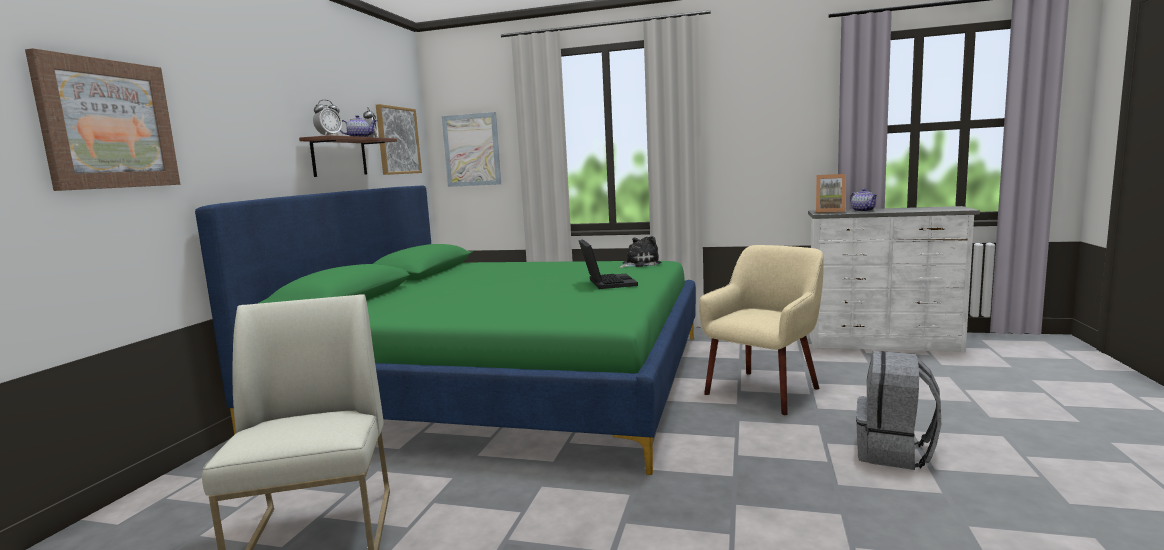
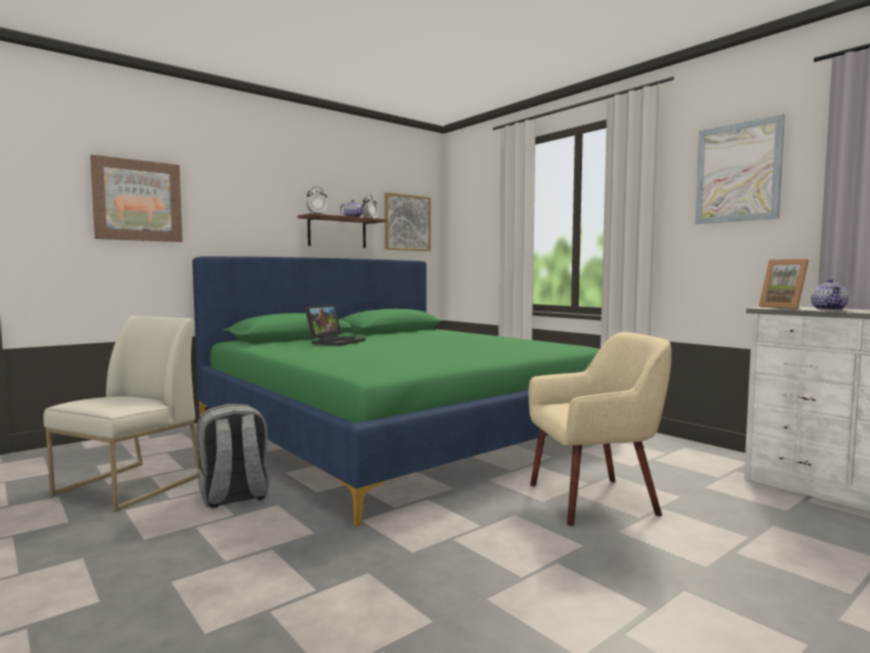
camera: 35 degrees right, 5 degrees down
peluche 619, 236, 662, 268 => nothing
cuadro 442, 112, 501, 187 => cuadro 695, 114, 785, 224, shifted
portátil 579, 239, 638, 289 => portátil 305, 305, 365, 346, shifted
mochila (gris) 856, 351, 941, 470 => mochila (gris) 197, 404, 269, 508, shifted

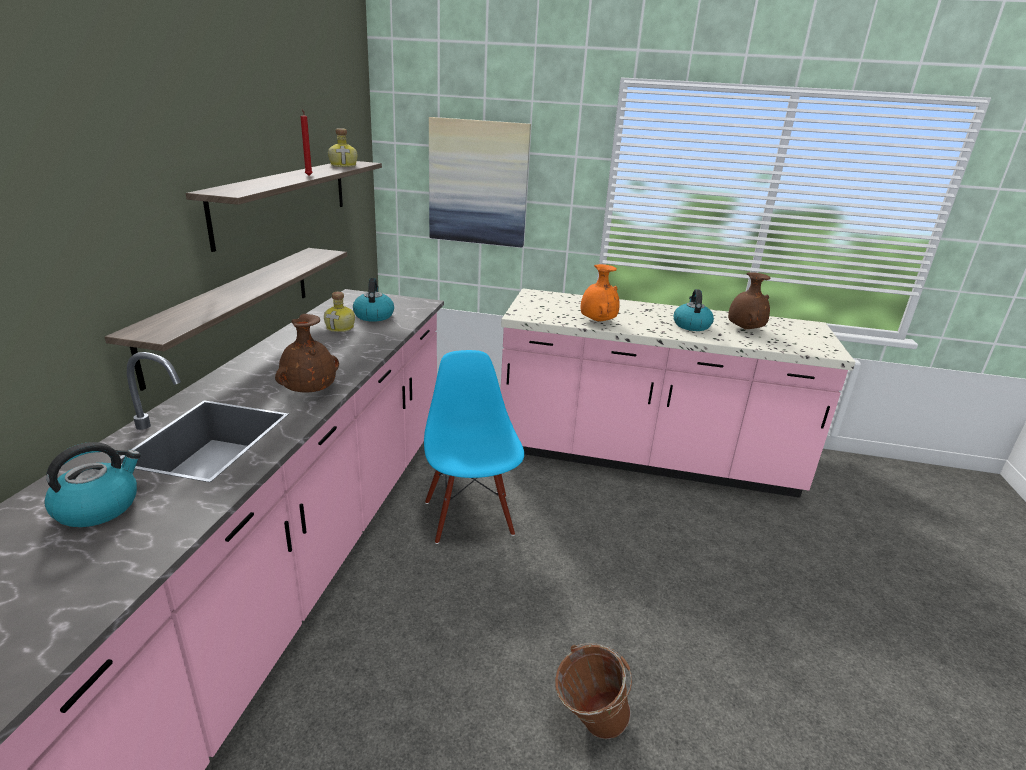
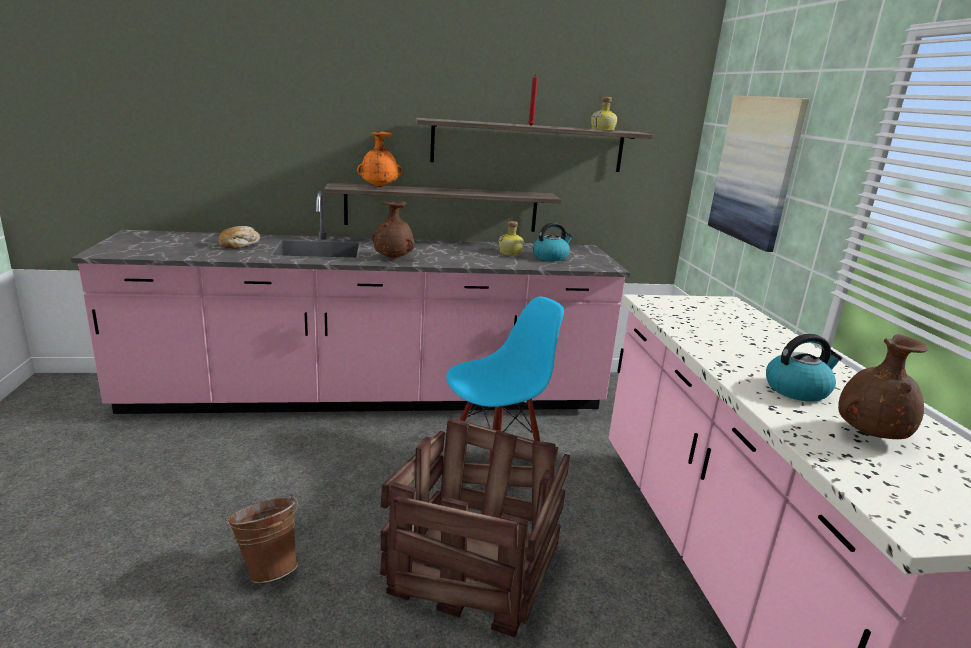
camera: 70 degrees right, 5 degrees down
nothing => caja de embalaje 380, 418, 570, 637
florero (naranja) 581, 264, 620, 322 => florero (naranja) 357, 132, 402, 187, shifted
hervidor 44, 442, 141, 527 => pan 218, 226, 260, 248

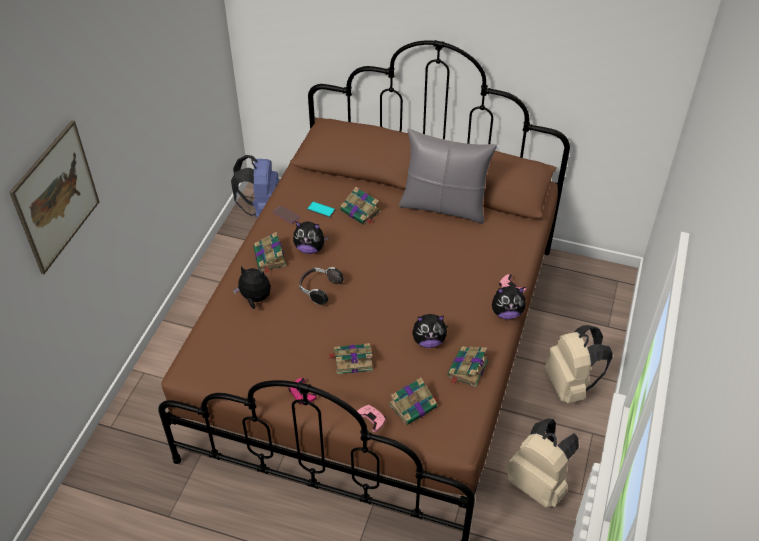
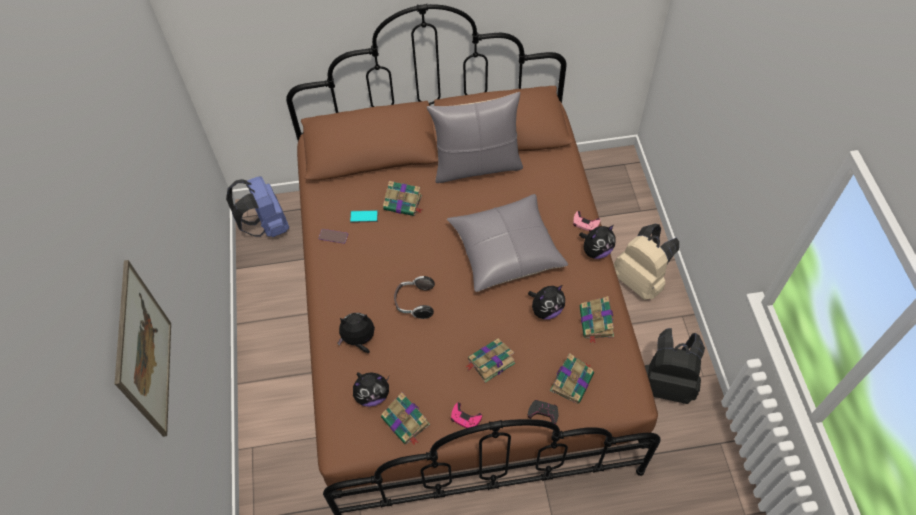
camera: 25 degrees left, 10 degrees up
nothing => cojín (gris) 447, 194, 568, 292
libro 253, 232, 286, 274 => libro 381, 392, 430, 446, shifted
peluche 293, 221, 329, 254 => peluche 353, 372, 389, 407, shifted
mando de consola (rosa) 357, 405, 386, 432 => mando de consola (negro) 528, 400, 558, 424
mochila (beis) 506, 418, 579, 508 => mochila (negro) 645, 328, 705, 404

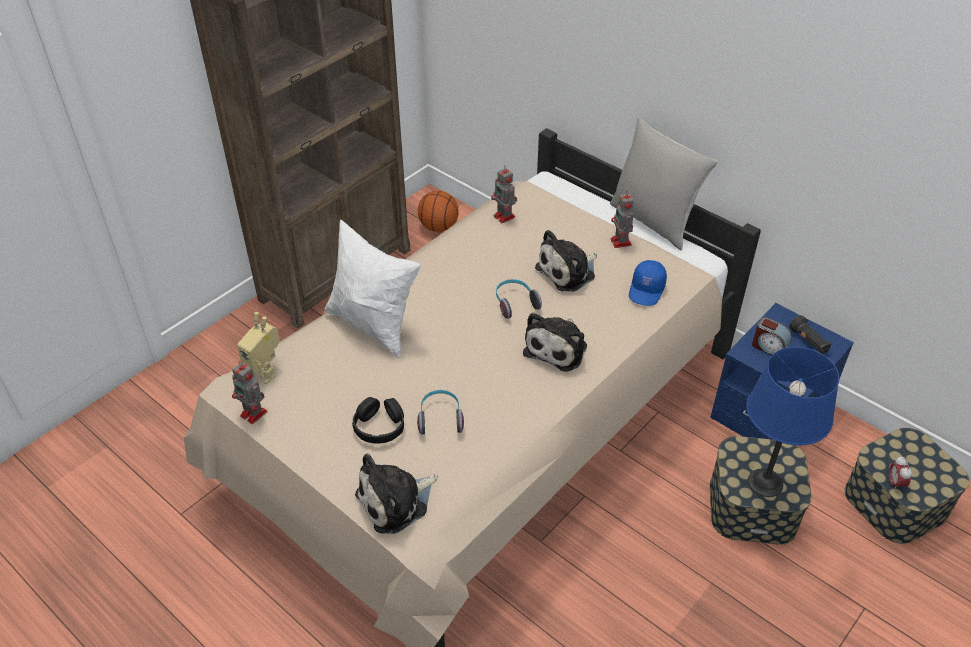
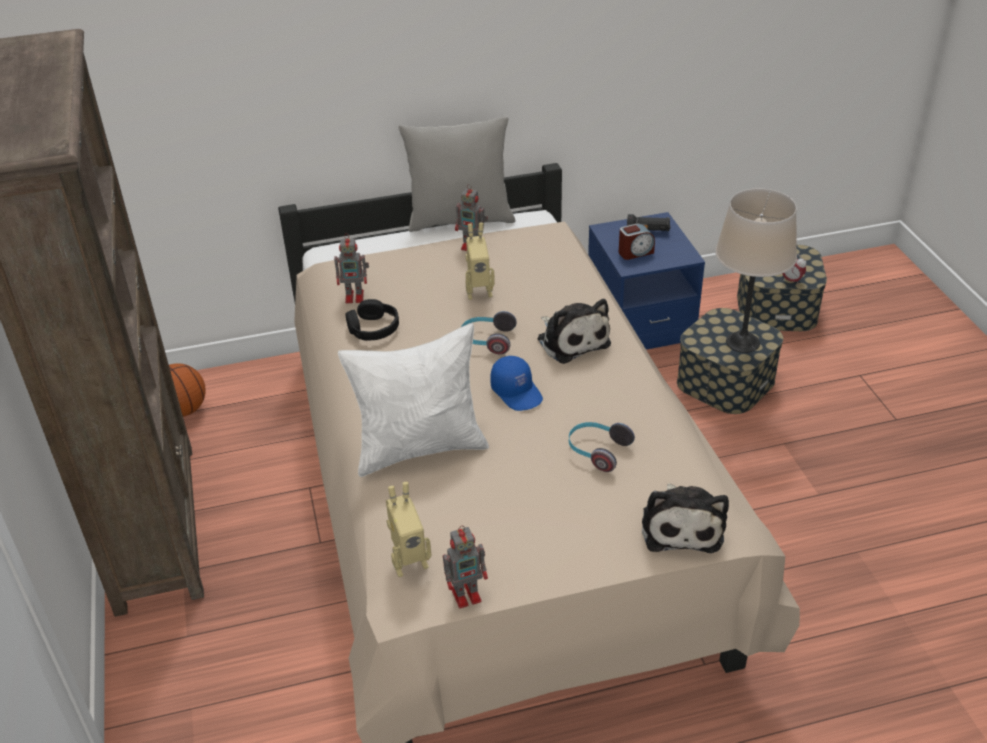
camera: 55 degrees left, 5 degrees down
auriculares (negro) 352, 397, 404, 443 => auriculares (negro) 345, 299, 399, 341, shifted
gorra (azul) 629, 260, 667, 306 => gorra (azul) 490, 356, 543, 411, shifted
peluche 535, 230, 597, 292 => robot de juguete 465, 223, 495, 300
lámpara de mesa (azul) 747, 347, 839, 497 => lámpara de mesa (beis) 715, 189, 797, 353

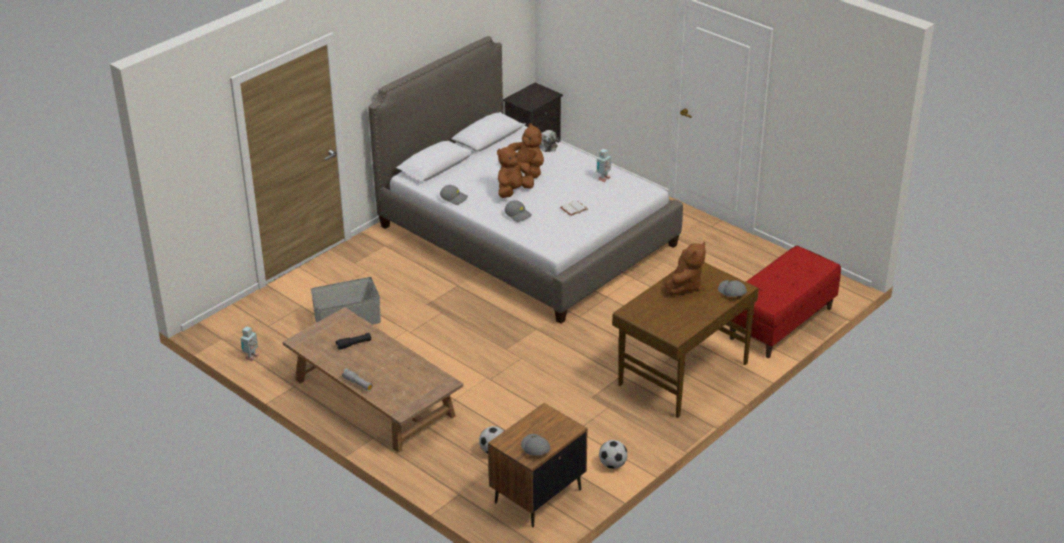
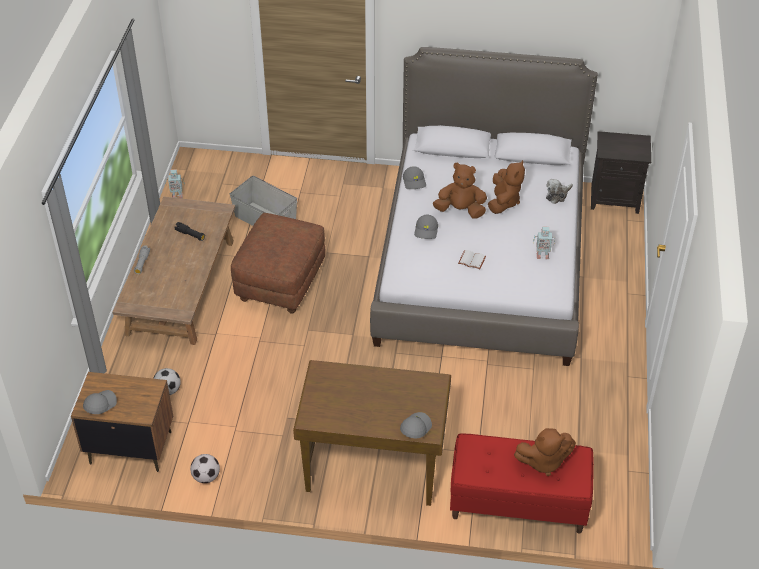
camera: 55 degrees right, 10 degrees up
nothing => puf (marrón) 231, 213, 325, 314
peluche (marrón) 665, 242, 706, 295 => peluche (marrón) 514, 428, 576, 476, shifted

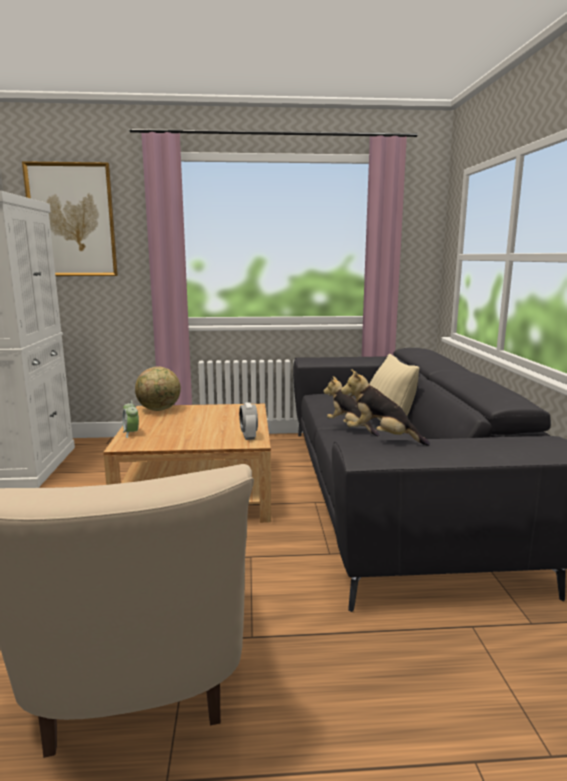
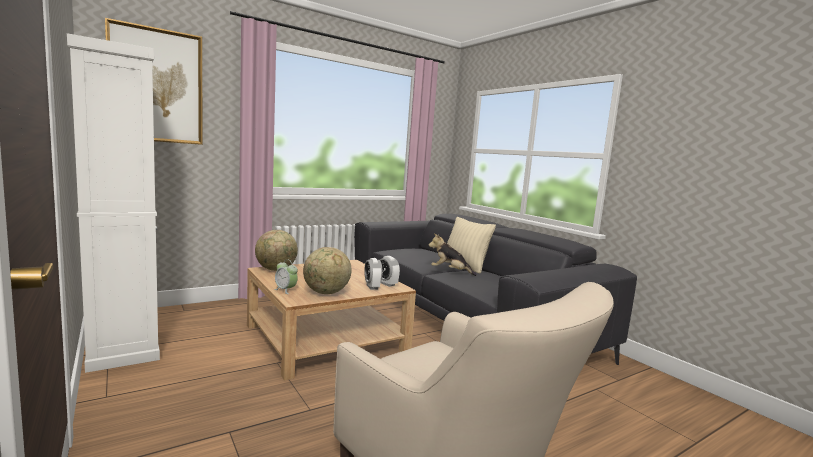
camera: 30 degrees left, 5 degrees down
peluche 341, 369, 430, 446 => nothing
nothing => globo terráqueo 303, 247, 351, 294
nothing => despertador 364, 258, 383, 290

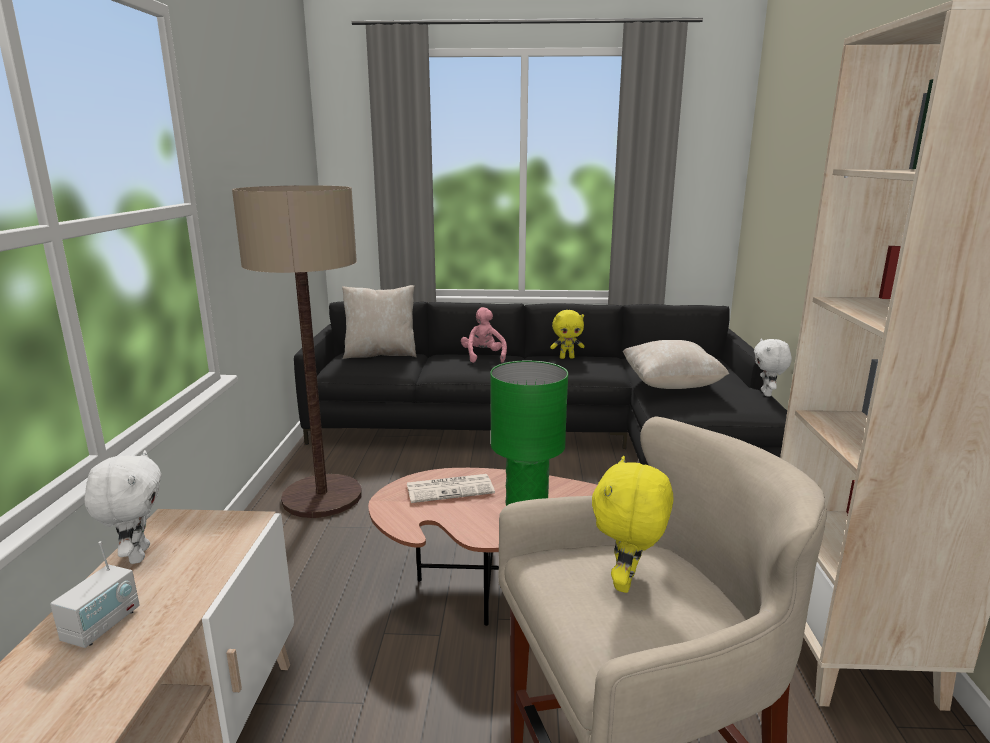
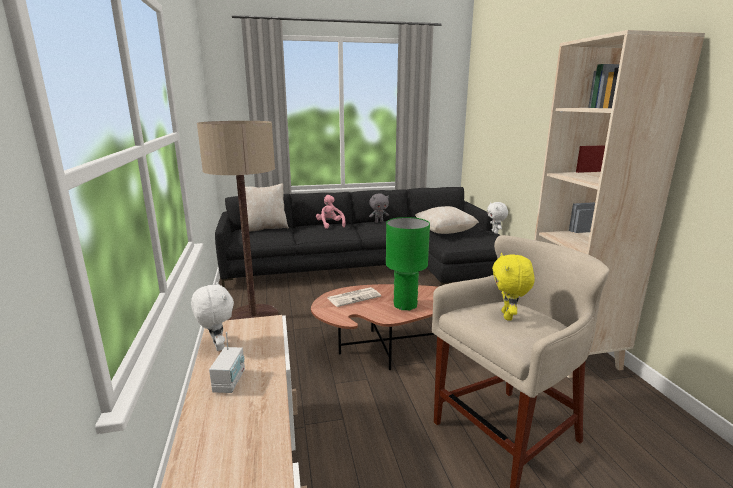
camera: 15 degrees left, 0 degrees up
peluche (amarillo) 550, 310, 584, 359 => peluche (gris) 369, 193, 389, 223

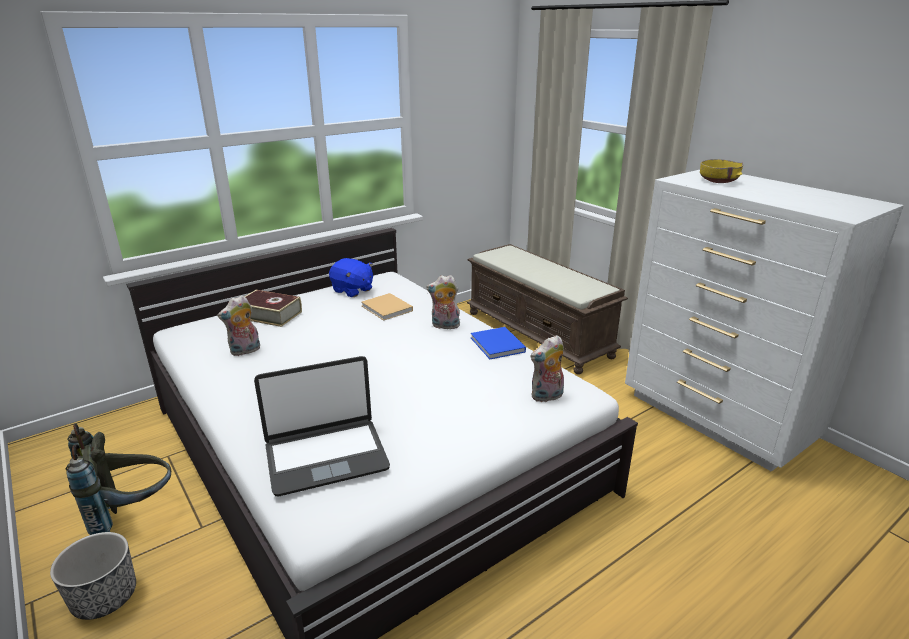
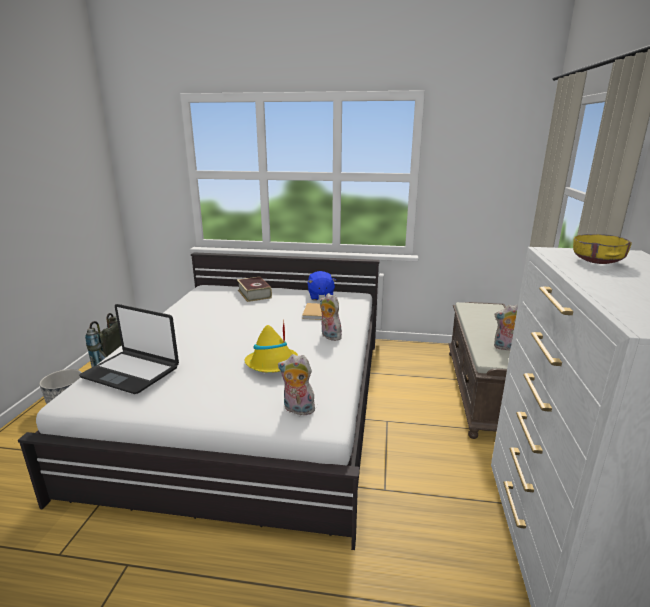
camera: 45 degrees right, 5 degrees down
libro (azul) 471, 327, 526, 359 => nothing
nothing => sombrero (amarillo) 244, 319, 298, 373
peluche 218, 295, 260, 356 => peluche 494, 305, 518, 351, shifted

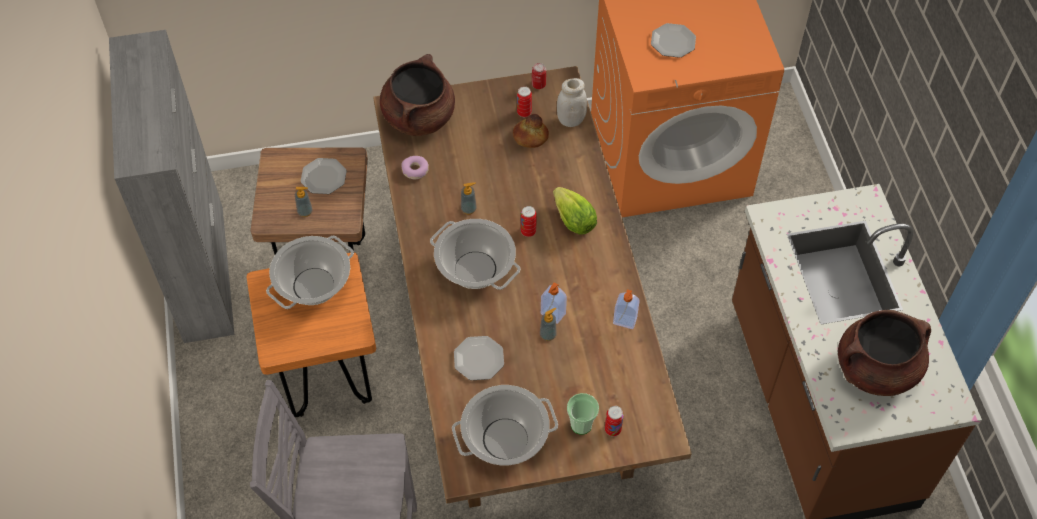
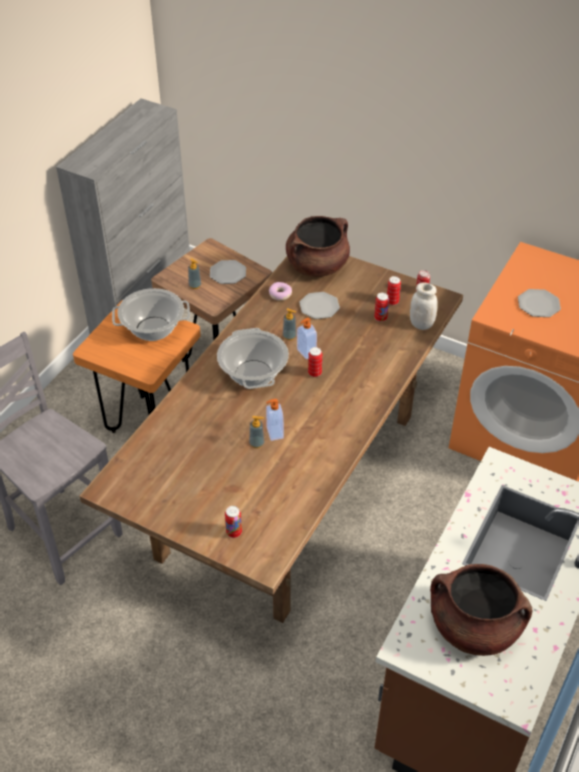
camera: 40 degrees right, 10 degrees down
olla 452, 385, 558, 465 => nothing
lechuga 553, 187, 597, 235 => nothing
taza 567, 393, 599, 435 => nothing
plato 454, 336, 504, 380 => plato 299, 292, 340, 319, shifted
dispensador de jabón 613, 290, 640, 329 => dispensador de jabón 297, 318, 317, 359, shifted
pan 513, 114, 549, 148 => lata 374, 292, 389, 322

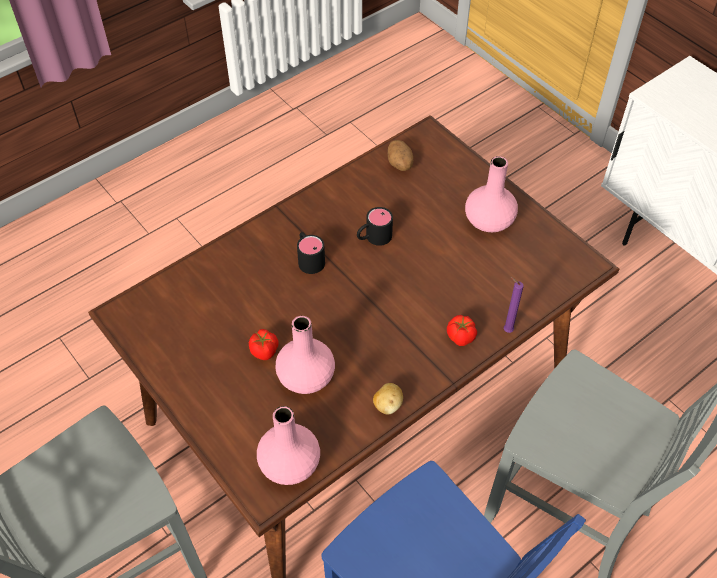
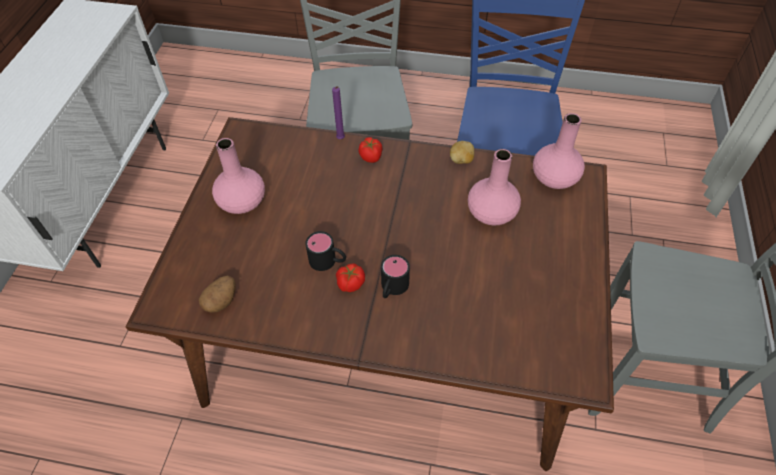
camera: 130 degrees left, 0 degrees up
tomate 249, 329, 279, 360 => tomate 336, 263, 365, 292, shifted

